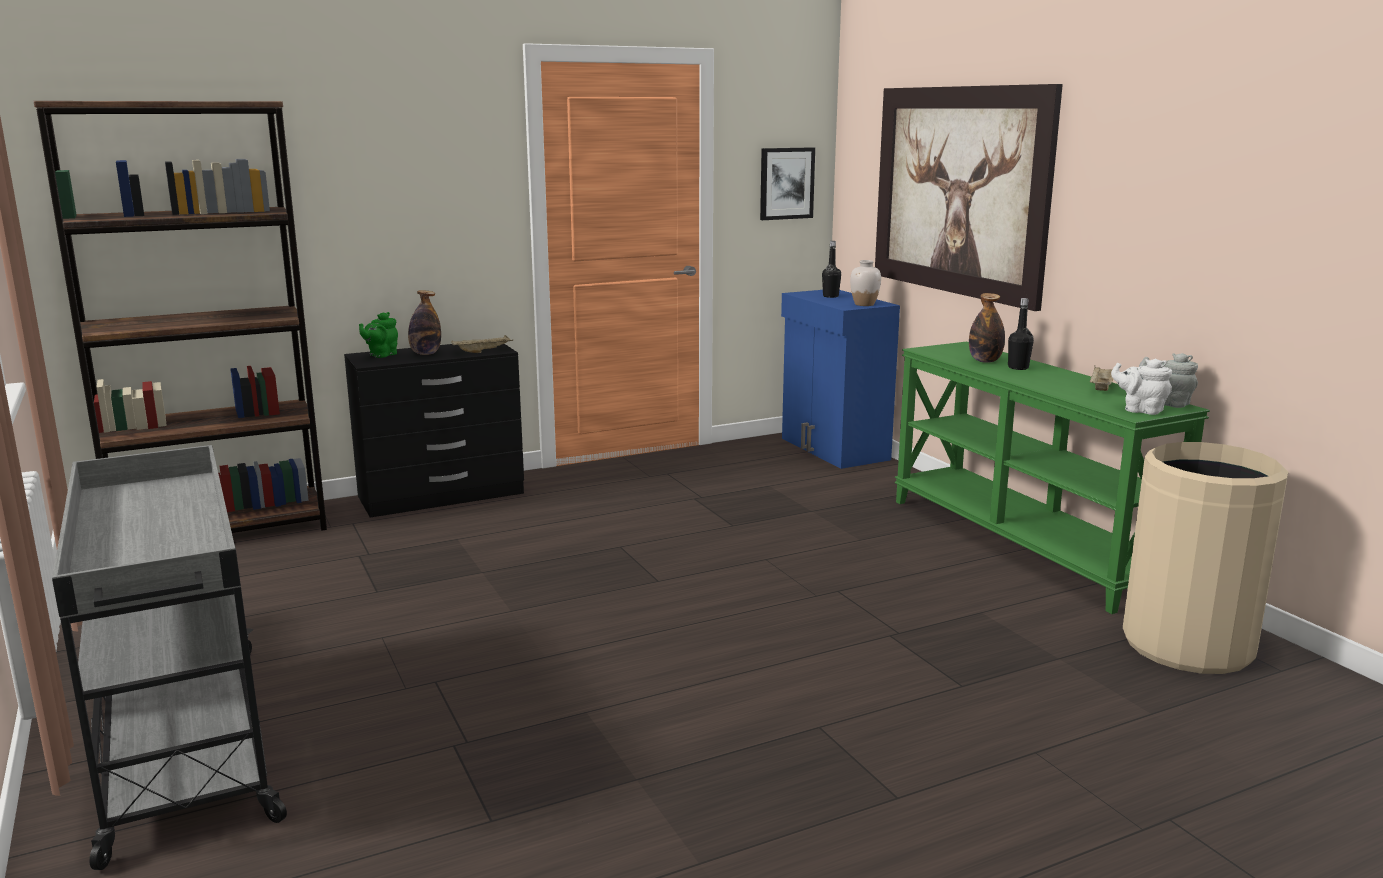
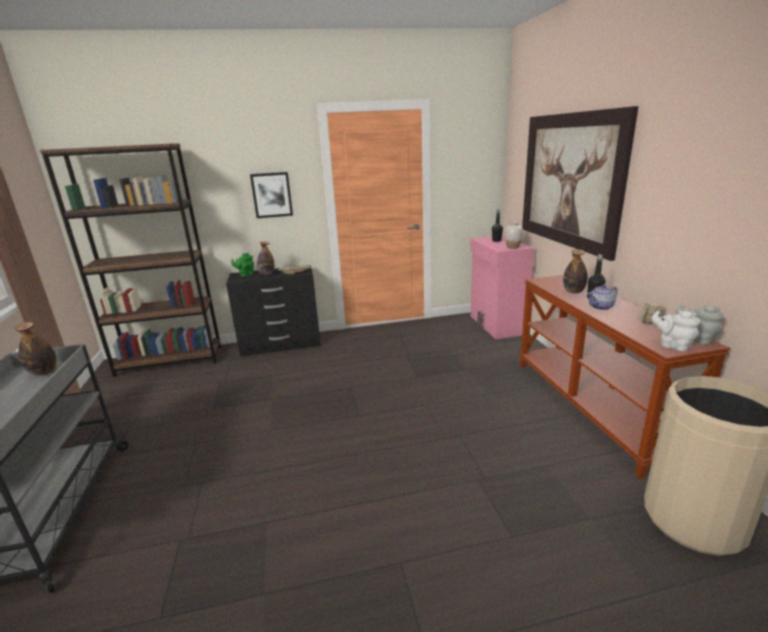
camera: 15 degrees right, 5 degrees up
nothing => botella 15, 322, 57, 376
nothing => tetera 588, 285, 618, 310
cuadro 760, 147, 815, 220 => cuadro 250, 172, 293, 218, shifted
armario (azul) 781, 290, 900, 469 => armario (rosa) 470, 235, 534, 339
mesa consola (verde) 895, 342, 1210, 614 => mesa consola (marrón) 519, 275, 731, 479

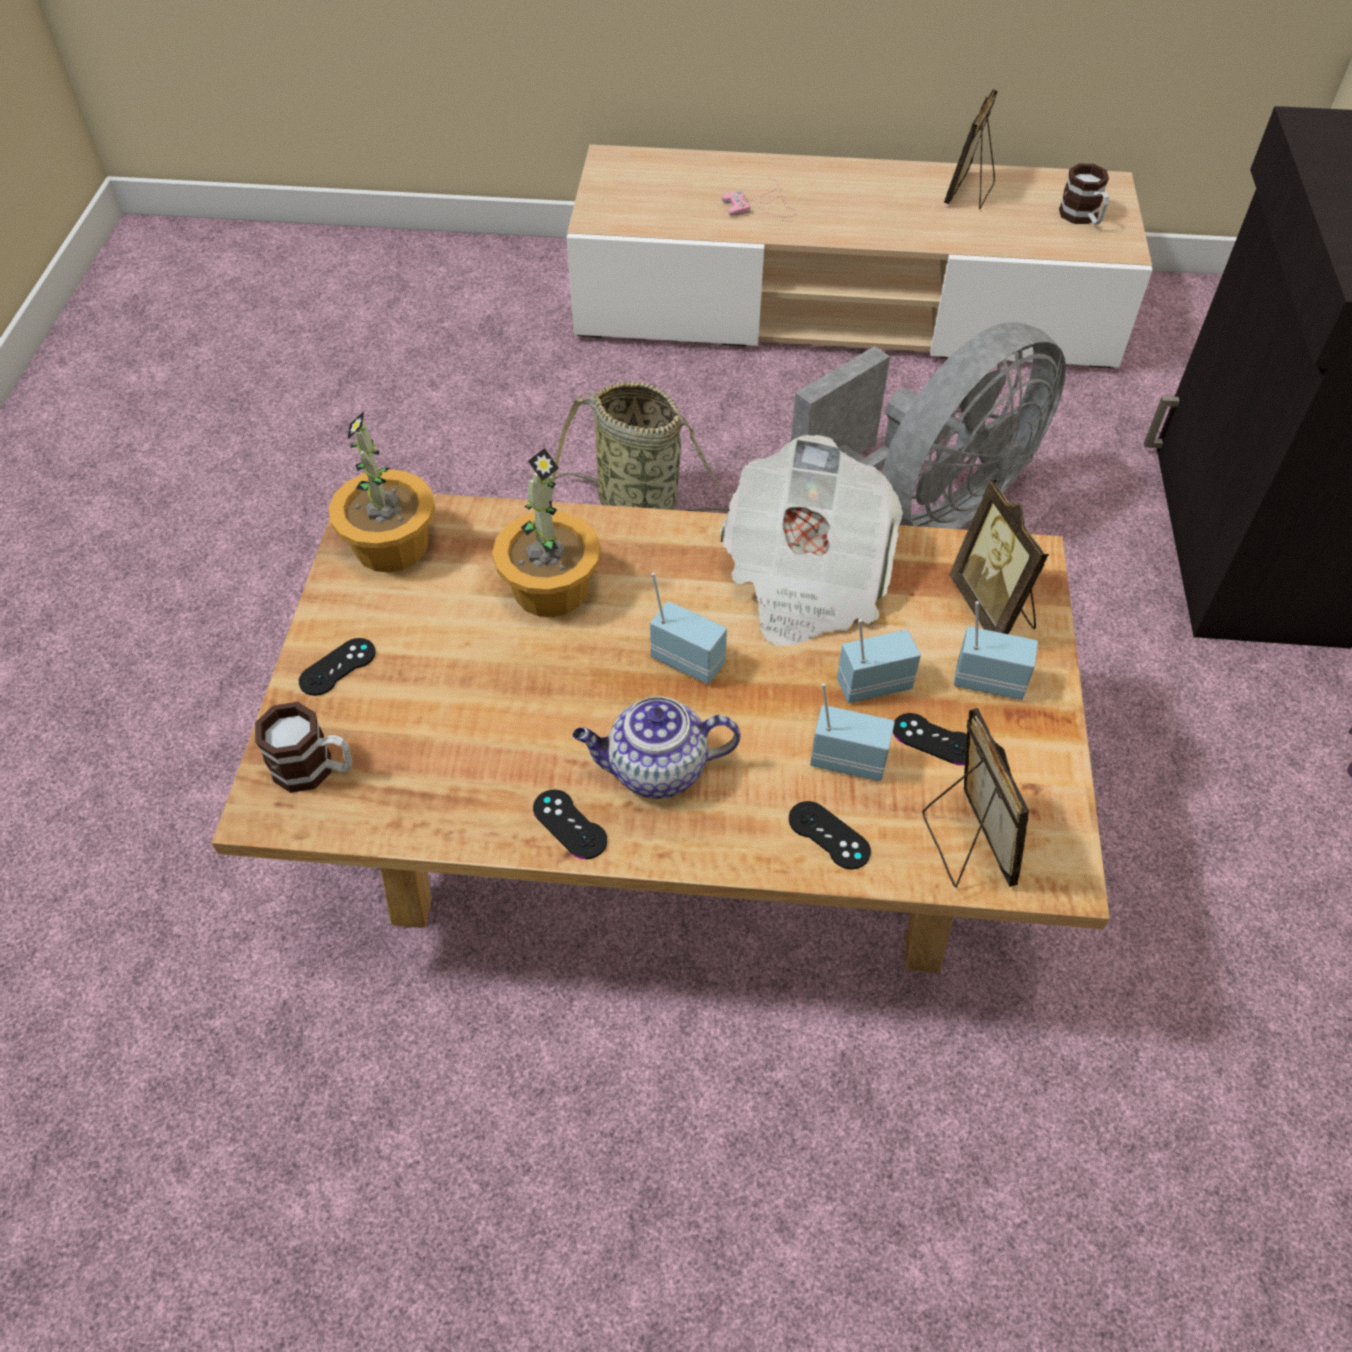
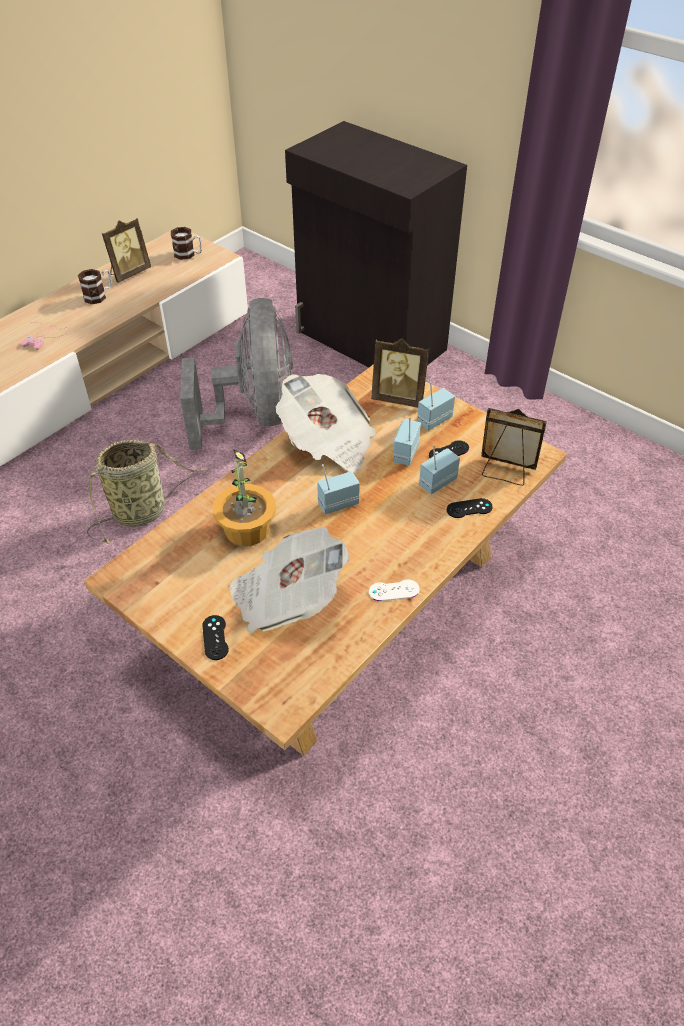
camera: 55 degrees left, 5 degrees down
planta en maceta 328, 412, 435, 573 => nothing
tetera 573, 696, 741, 799 => nothing
nothing => periódico 229, 527, 349, 633
taza grande 255, 702, 353, 793 => taza grande 78, 269, 112, 304, shifted
mando de consola (negro) 533, 789, 607, 859 => mando de consola (blanco) 369, 580, 420, 601
portarretratos 944, 89, 998, 209 => portarretratos 102, 218, 151, 283, 105 degrees counterclockwise

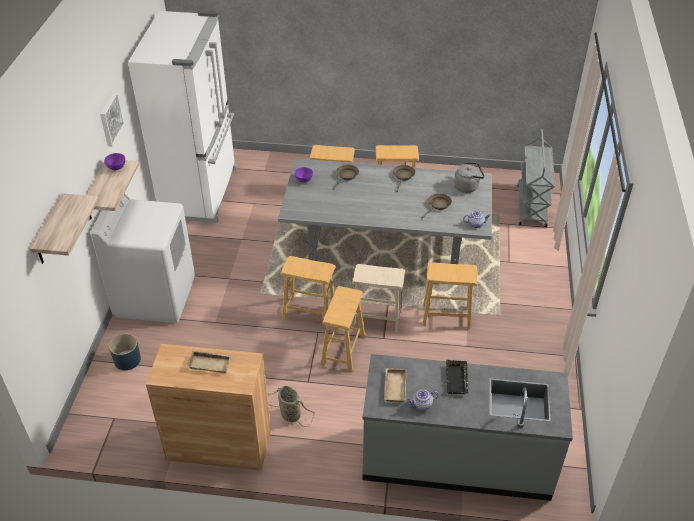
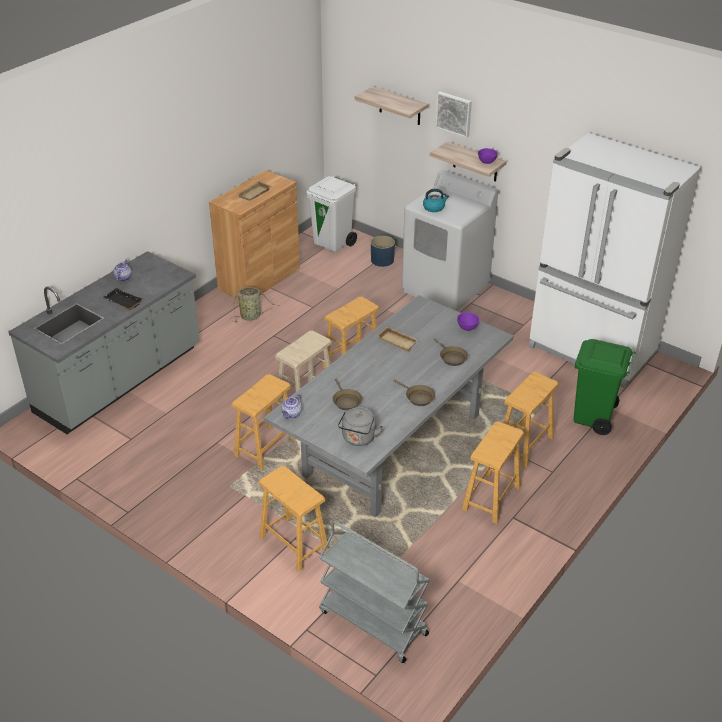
camera: 120 degrees right, 5 degrees down
nothing => papelera (blanco) 306, 176, 357, 252
nothing => hervidor 423, 188, 449, 212
nothing => papelera (verde) 573, 339, 636, 435
cuadro 100, 92, 125, 147 => cuadro 436, 92, 472, 138, shifted
taburete (marrón) 321, 286, 365, 371 => taburete (marrón) 259, 466, 329, 572, shifted
bandeja (beis) 384, 368, 406, 402 => bandeja (beis) 377, 326, 418, 352, shifted

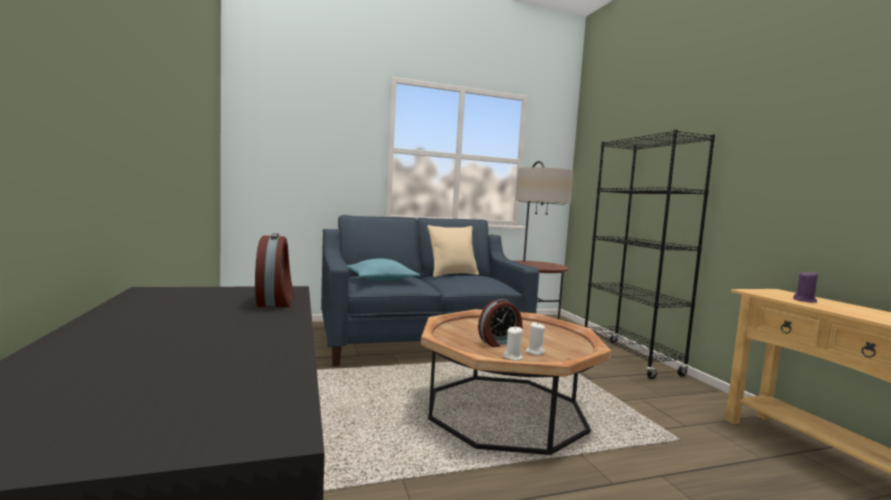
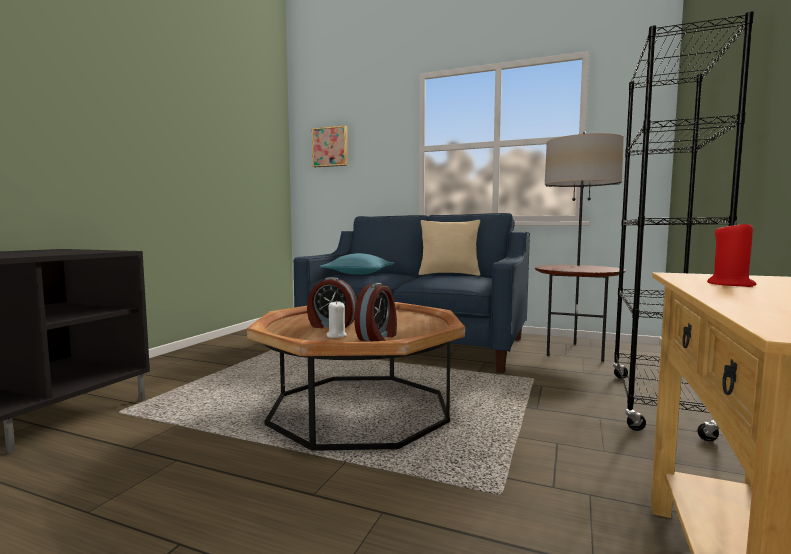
camera: 40 degrees right, 0 degrees up
vela (blanco) 503, 326, 523, 360 => nothing
nothing => cuadro 312, 125, 348, 167
despertador 255, 233, 294, 307 => despertador 354, 283, 397, 341, shifted
vela (morado) 793, 272, 818, 302 => vela (rojo) 707, 221, 756, 287

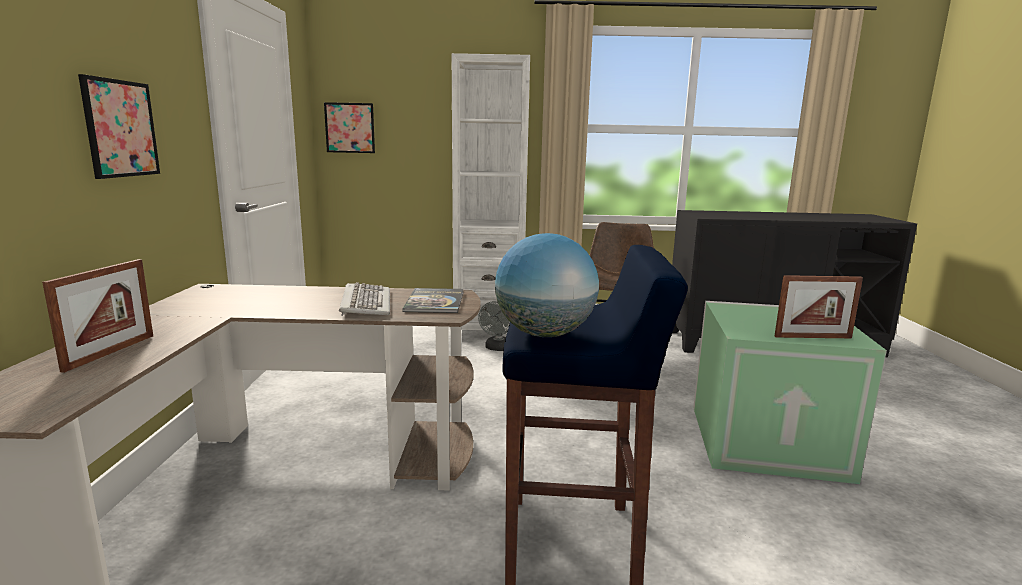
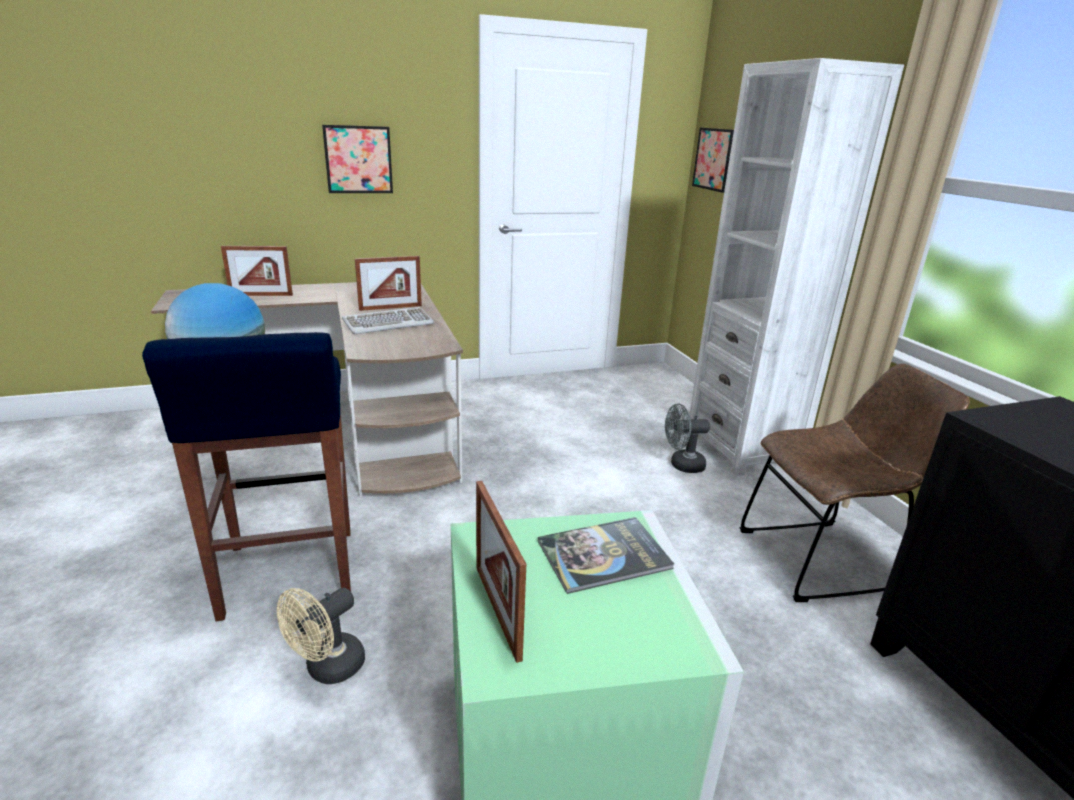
camera: 70 degrees right, 10 degrees up
nothing => ventilador (beis) 277, 587, 365, 684
nothing => portarretratos 355, 256, 422, 311
libro 402, 288, 464, 313 => libro 538, 517, 674, 594, shifted

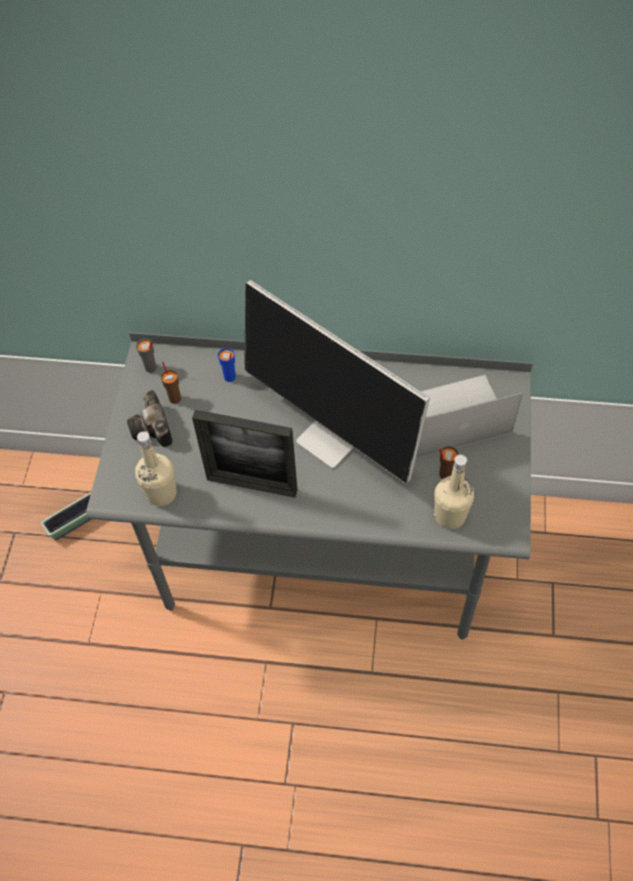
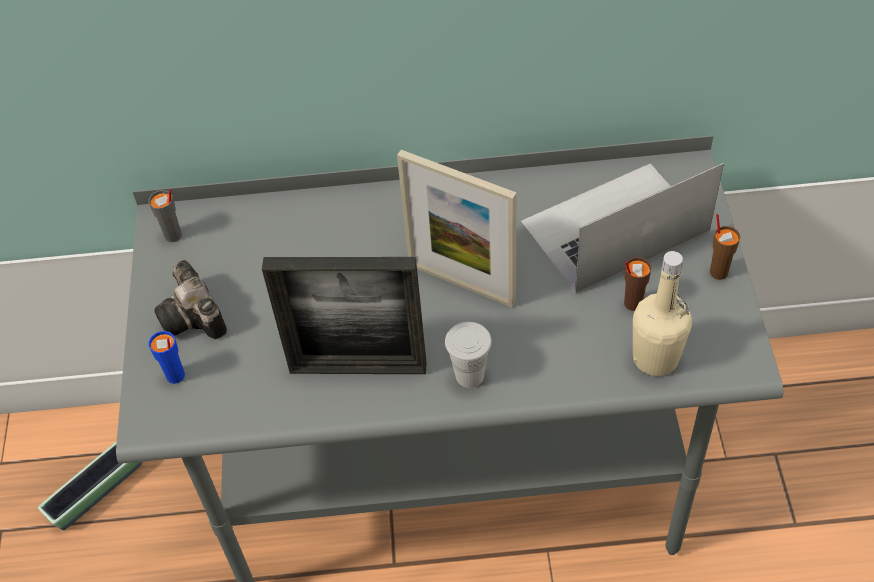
camera: 10 degrees left, 5 degrees down
botella (beis) 135, 431, 177, 506 => nothing
nothing => taza (blanco) 445, 322, 492, 388
taza (marrón) 161, 361, 181, 404 => taza (marrón) 710, 214, 741, 280, shifted
taza (azul) 218, 348, 236, 382 => taza (azul) 148, 331, 185, 384, shifted
monitor 244, 280, 430, 484 => portarretratos 397, 150, 517, 308

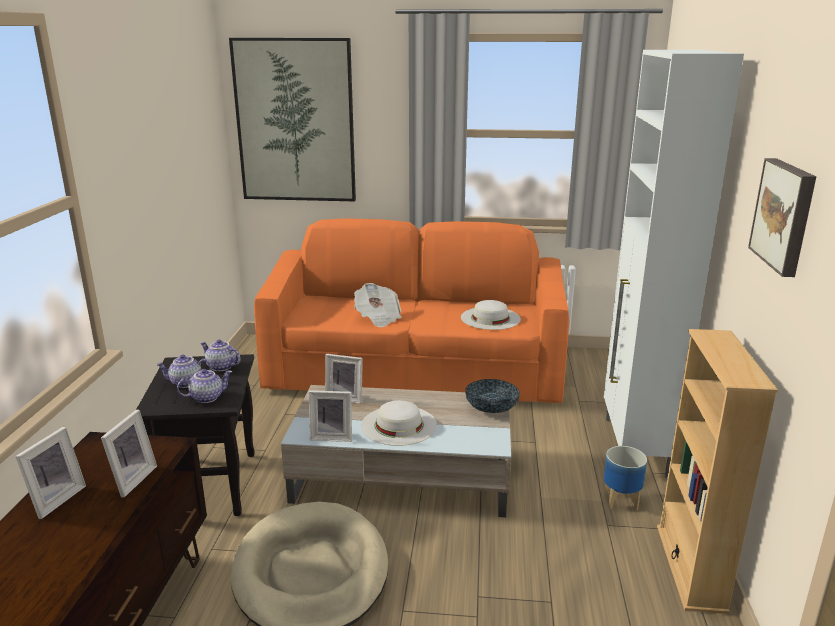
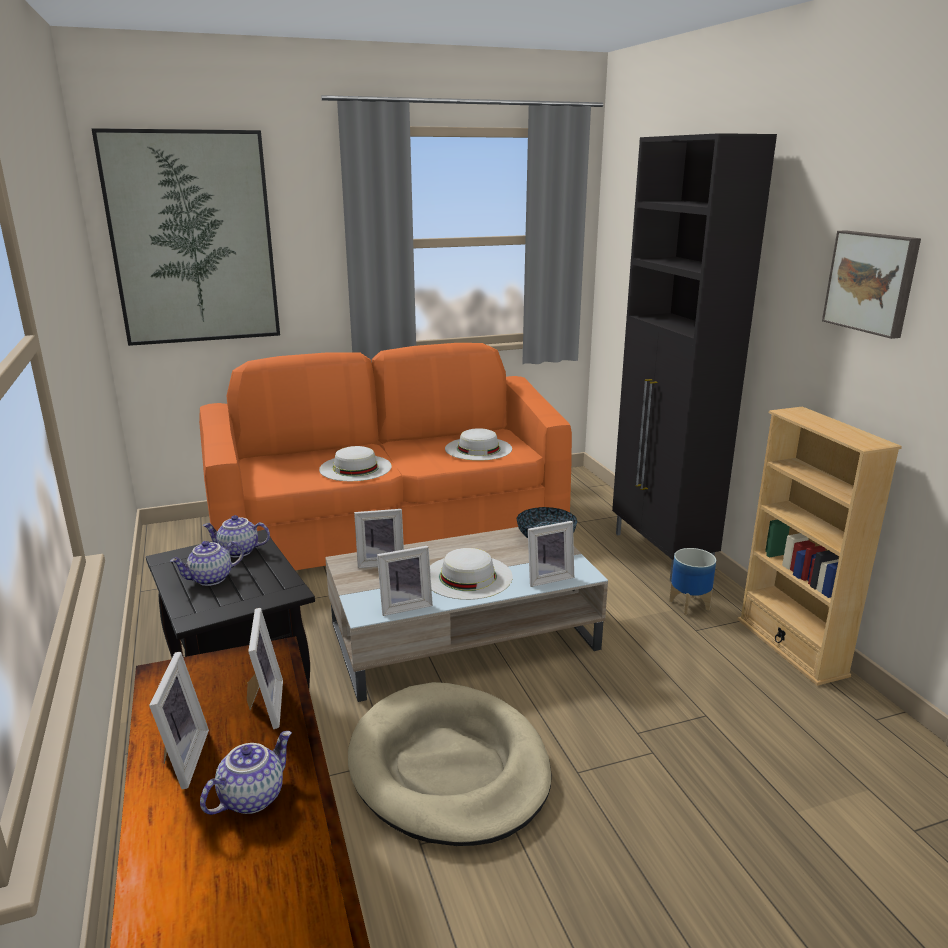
camera: 25 degrees left, 0 degrees up
nothing => portarretratos 528, 521, 574, 587
tetera 177, 369, 232, 403 => tetera 200, 731, 292, 815, shifted
periódico 354, 283, 402, 328 => sombrero (blanco) 319, 446, 392, 481
armario (blanco) 604, 50, 744, 478 => armario (negro) 612, 133, 777, 581

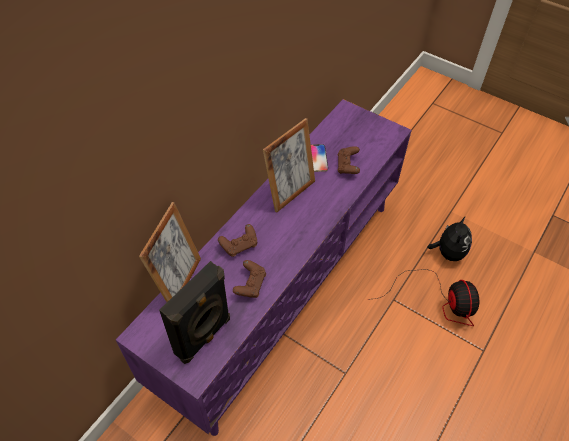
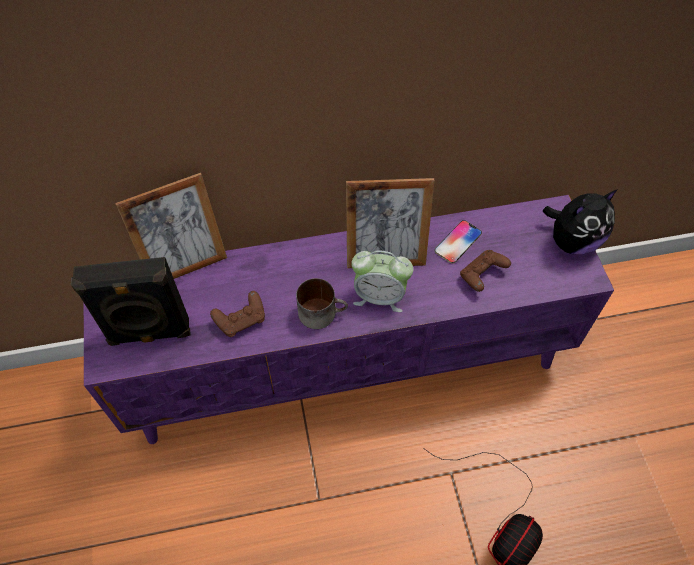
camera: 45 degrees right, 5 degrees up
mando de consola (marrón) 218, 224, 257, 257 => nothing
nothing => taza grande 296, 278, 348, 329
nothing => despertador 351, 250, 413, 312
peluche 427, 216, 472, 261 => peluche 543, 189, 618, 255, shifted

